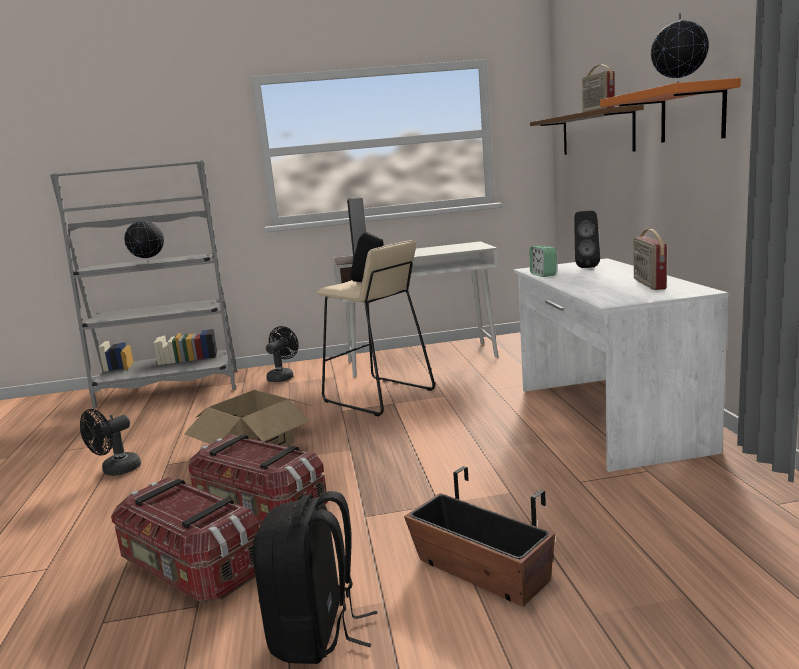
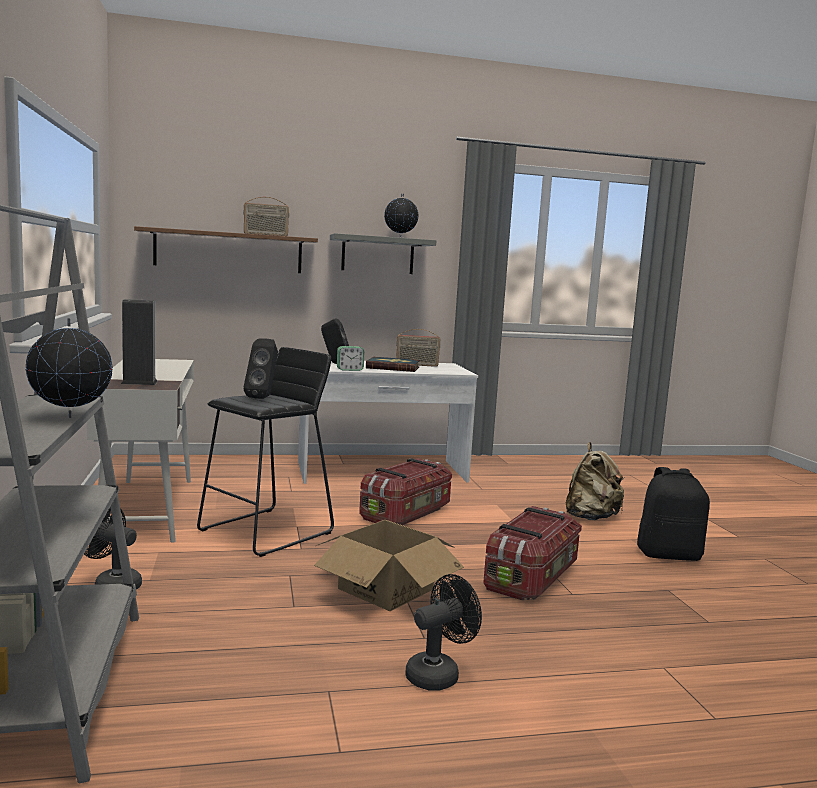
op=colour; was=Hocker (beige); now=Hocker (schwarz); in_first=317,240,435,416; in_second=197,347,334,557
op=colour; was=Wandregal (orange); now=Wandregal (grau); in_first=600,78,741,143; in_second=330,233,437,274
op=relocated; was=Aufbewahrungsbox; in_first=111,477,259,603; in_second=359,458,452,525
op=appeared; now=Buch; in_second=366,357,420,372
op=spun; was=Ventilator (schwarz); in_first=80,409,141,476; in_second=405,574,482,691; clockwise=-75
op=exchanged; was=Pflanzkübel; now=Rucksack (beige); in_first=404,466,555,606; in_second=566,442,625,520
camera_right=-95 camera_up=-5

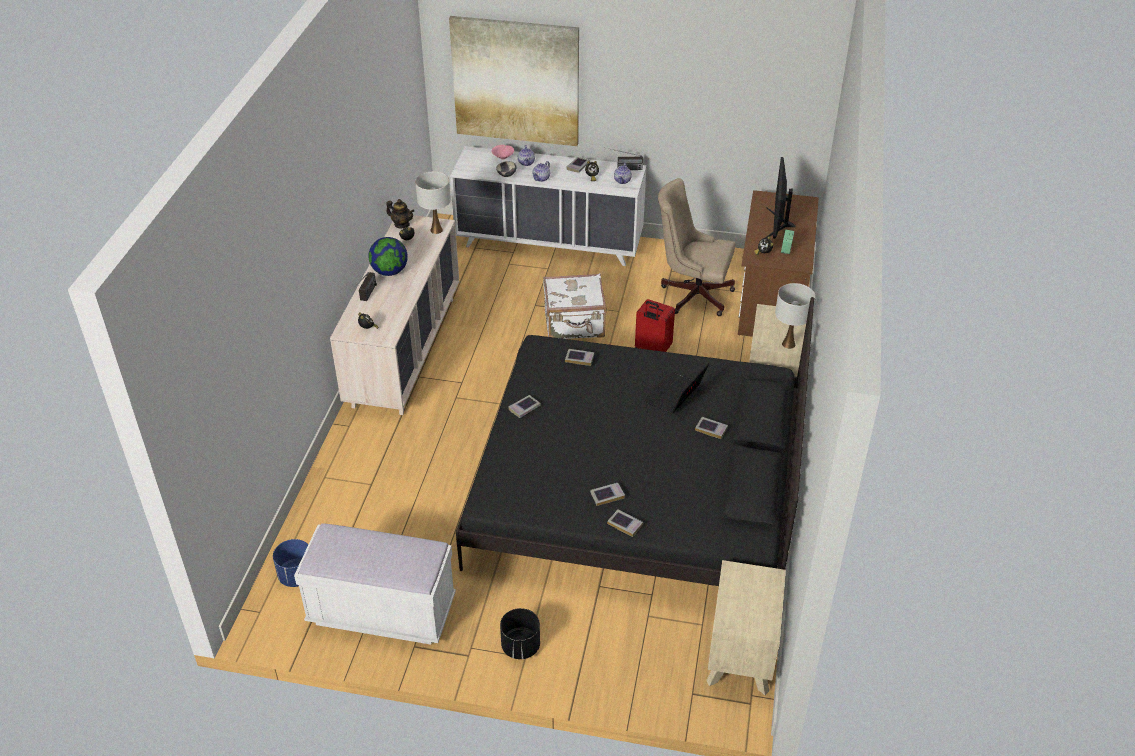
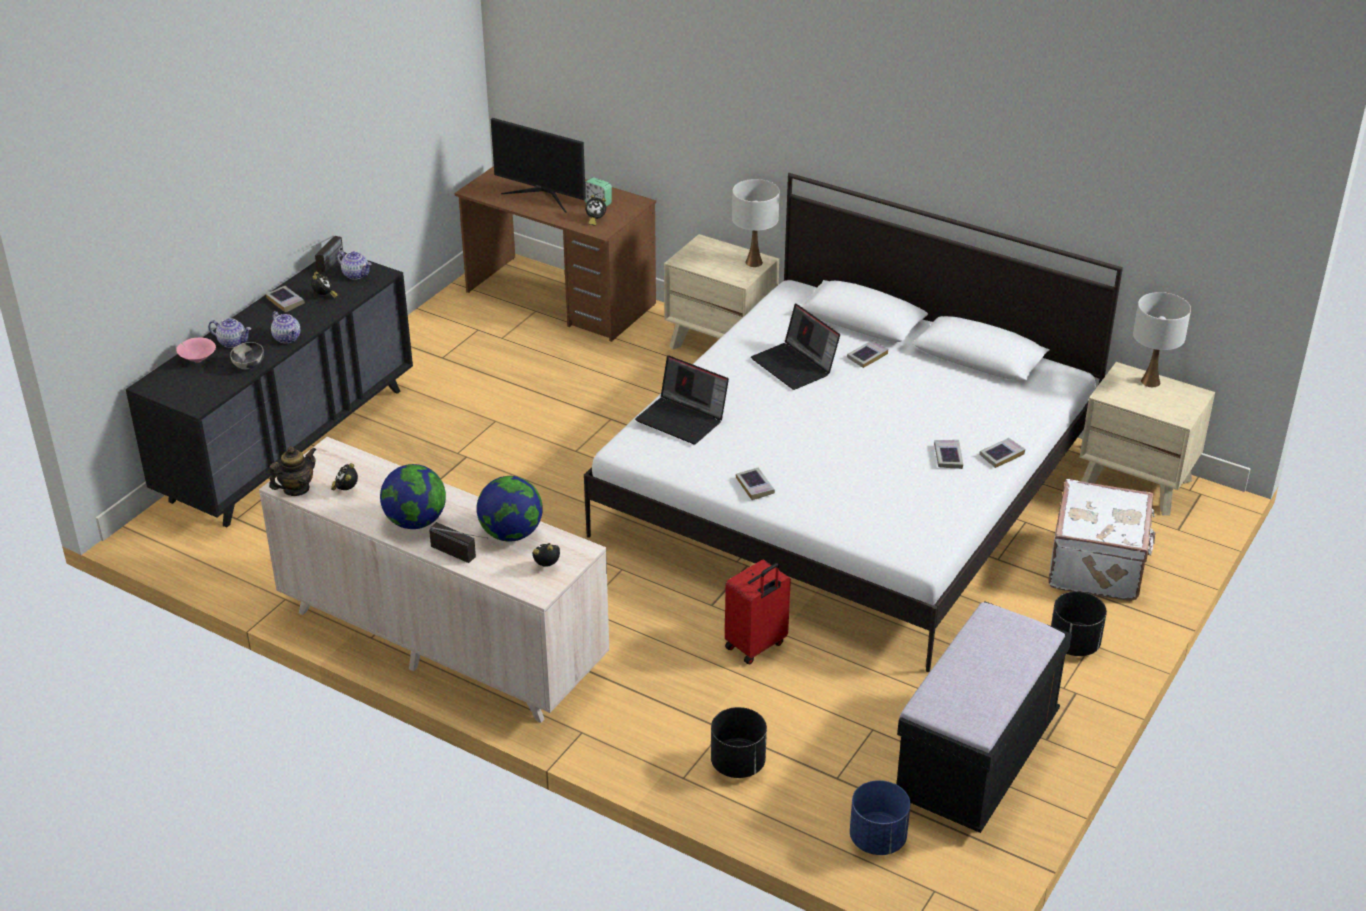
op=colour; was=Kommode (weiß); now=Kommode (schwarz); in_first=450,146,646,266; in_second=126,252,413,528
op=appeared; now=Globus; in_second=477,476,543,541
op=colour; was=Bett (schwarz); now=Bett (weiß); in_first=456,297,814,586; in_second=584,173,1123,672
op=exchanged; was=Buch; now=Laptop; in_first=565,349,594,366; in_second=635,355,729,444
op=appeared; now=Pflanzkübel (schwarz); in_second=711,707,767,778
op=relocated; was=Koffer (rot); in_first=635,299,675,352; in_second=725,560,791,664
op=colour; was=Bank (weiß); now=Bank (schwarz); in_first=294,523,456,645; in_second=896,601,1072,833
op=relocated; was=Koffer (weiß); in_first=543,273,606,339; in_second=1048,479,1155,601
op=relocated; was=Tischlampe (weiß); in_first=415,171,451,234; in_second=1133,292,1191,387
op=missing; was=Bild; in_first=449,16,579,146
op=missing; was=Bürostuhl (beige); in_first=658,178,735,316
camera_right=-70 camera_up=-5

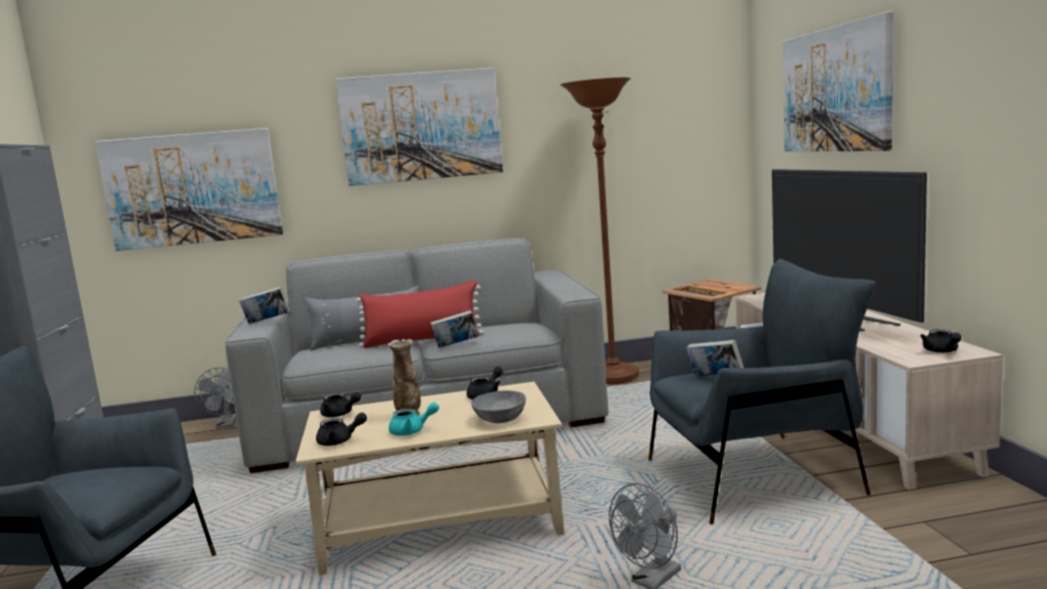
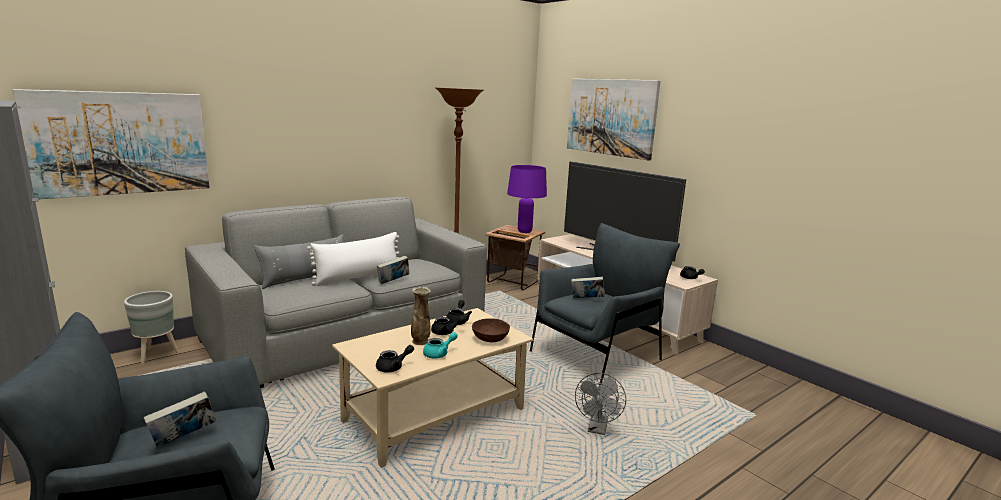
op=exchanged; was=Ventilator (grau); now=Pflanzkübel (grau); in_first=194,368,237,428; in_second=124,291,179,364
op=relocated; was=Buch; in_first=239,287,290,324; in_second=144,391,216,448
op=colour; was=Kissen (rot); now=Kissen (weiß); in_first=356,281,484,348; in_second=307,232,399,286
op=relocated; was=Teekanne (schwarz); in_first=320,392,361,417; in_second=431,316,466,335
op=colour; was=Schüssel (grau); now=Schüssel (braun); in_first=471,390,526,423; in_second=472,318,510,342
op=appeared; now=Tischlampe (lila); in_second=507,165,547,233
op=missing; was=Bild; in_first=336,68,503,186
camera_right=-30 camera_up=5

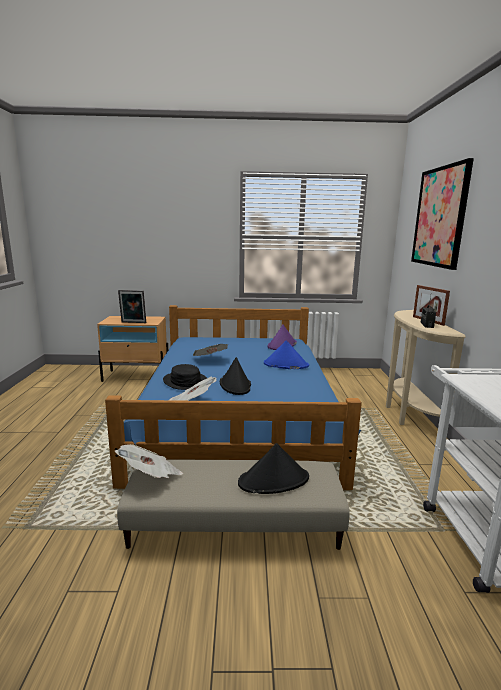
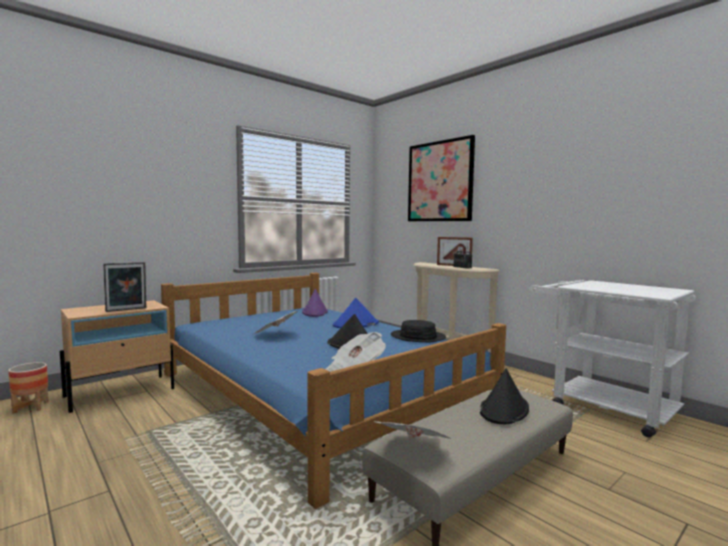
op=appeared; now=Pflanzkübel; in_second=8,362,49,414
op=relocated; was=Hut (schwarz); in_first=163,364,207,390; in_second=391,320,446,342
camera_right=-40 camera_up=-10

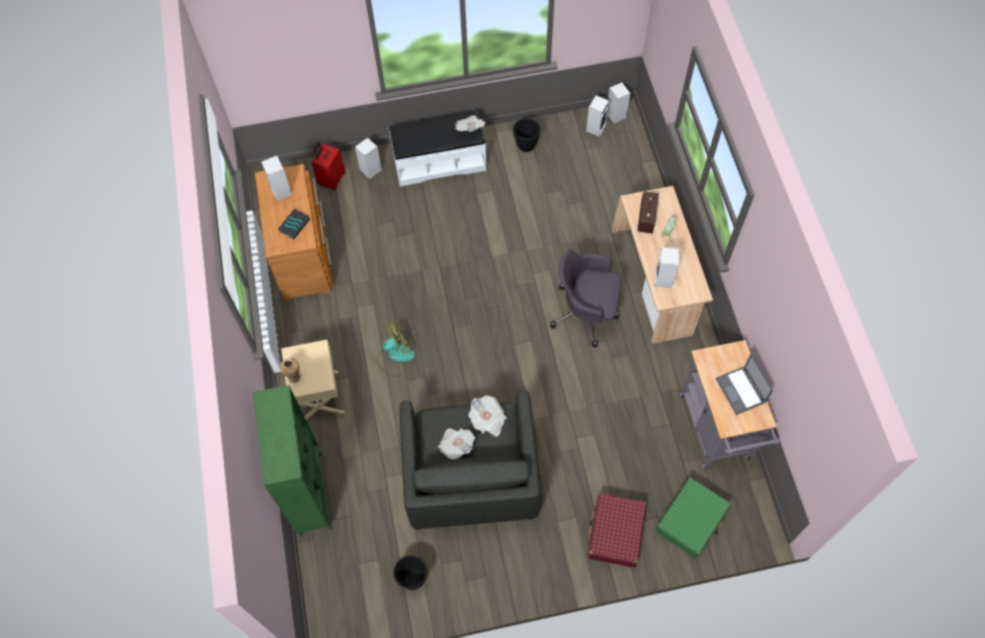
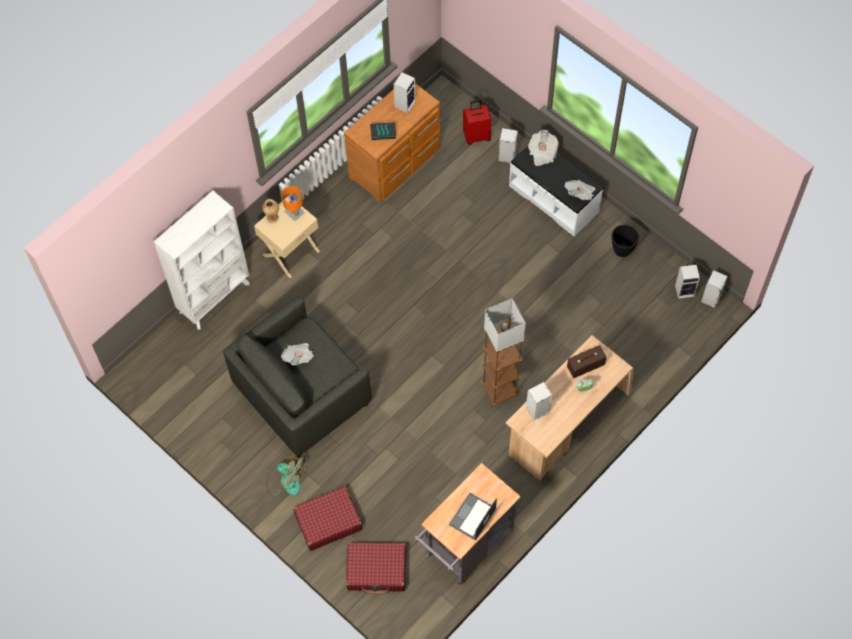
op=colour; was=Bücherregal (grün); now=Bücherregal (weiß); in_first=253,385,333,536; in_second=154,190,250,330
op=relocated; was=Ventilator; in_first=376,323,415,377; in_second=266,455,305,496
op=appeared; now=Tischlampe (orange); in_second=281,186,305,221
op=colour; was=Koffer (grün); now=Koffer (rot); in_first=656,477,731,558; in_second=346,542,406,594
op=exchanged; was=Bürostuhl (grau); now=Stehlampe (braun); in_first=550,249,621,347; in_second=481,299,526,406
op=relocated; was=Zeitung; in_first=469,396,507,437; in_second=528,130,559,166
op=missing; was=Pflanzkübel (schwarz); in_first=393,555,427,590
camera_right=55 camera_up=0

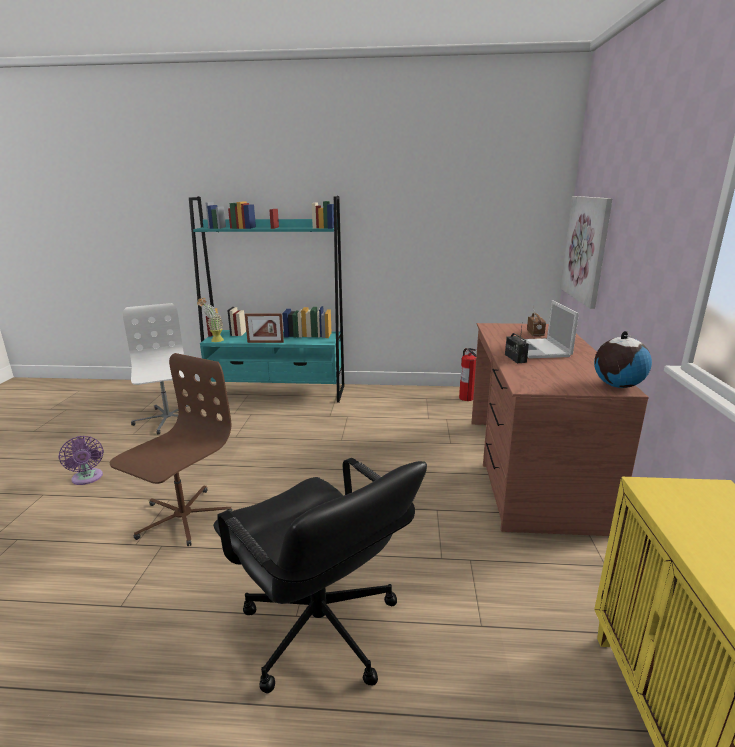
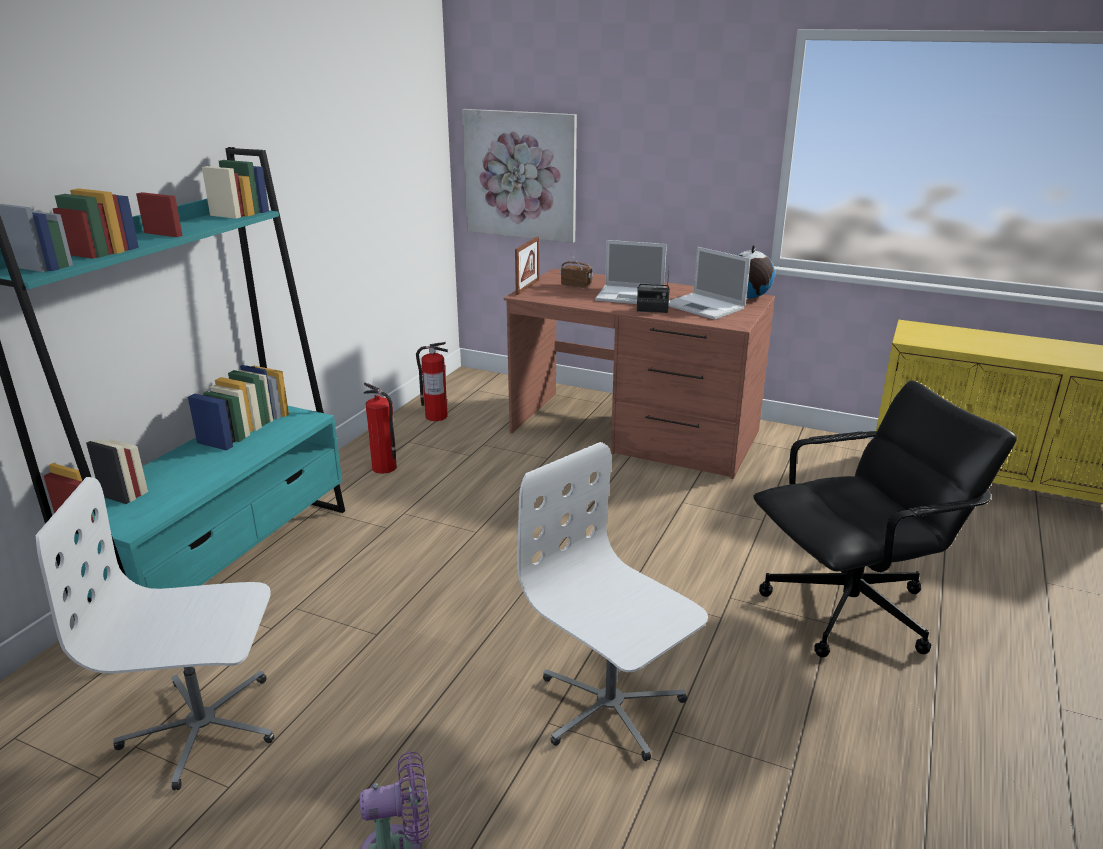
op=appeared; now=Feuerlöscher; in_second=364,382,397,474
op=relocated; was=Bilderrahmen; in_first=245,313,284,343; in_second=515,236,539,295
op=colour; was=Bürostuhl (braun); now=Bürostuhl (weiß); in_first=110,353,232,546; in_second=517,442,708,761
op=appeared; now=Laptop; in_second=669,247,751,320
op=missing; was=Topfpflanze; in_first=197,298,224,342
camera_right=-70 camera_up=5

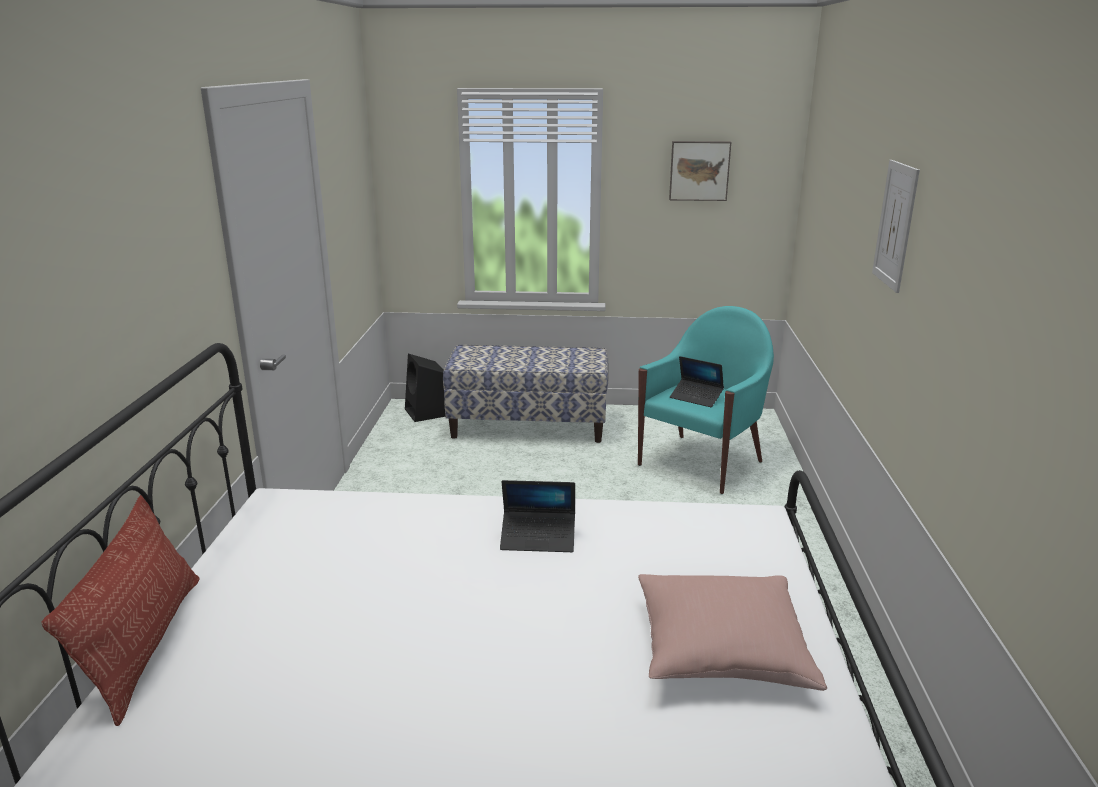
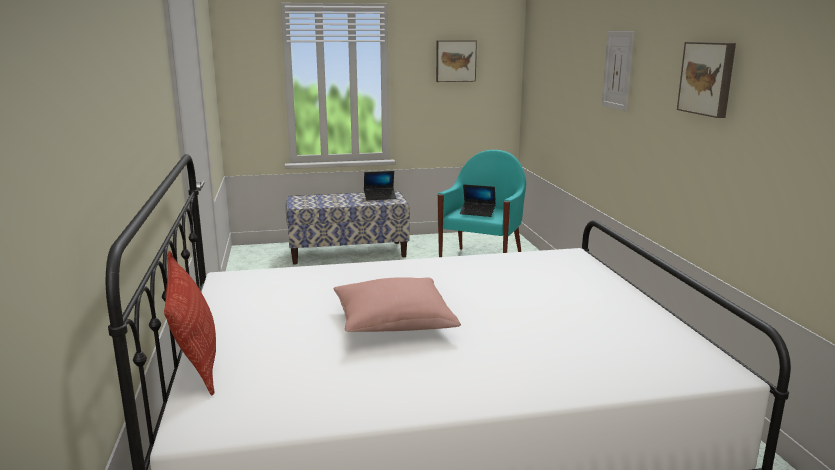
op=relocated; was=Kissen (rosa); in_first=638,574,827,691; in_second=334,277,461,332
op=relocated; was=Laptop; in_first=500,480,575,552; in_second=364,171,396,200
op=appeared; now=Bild; in_second=677,42,736,118
op=missing; was=Lautsprecher (schwarz); in_first=405,353,445,422
camera_right=-15 camera_up=-5

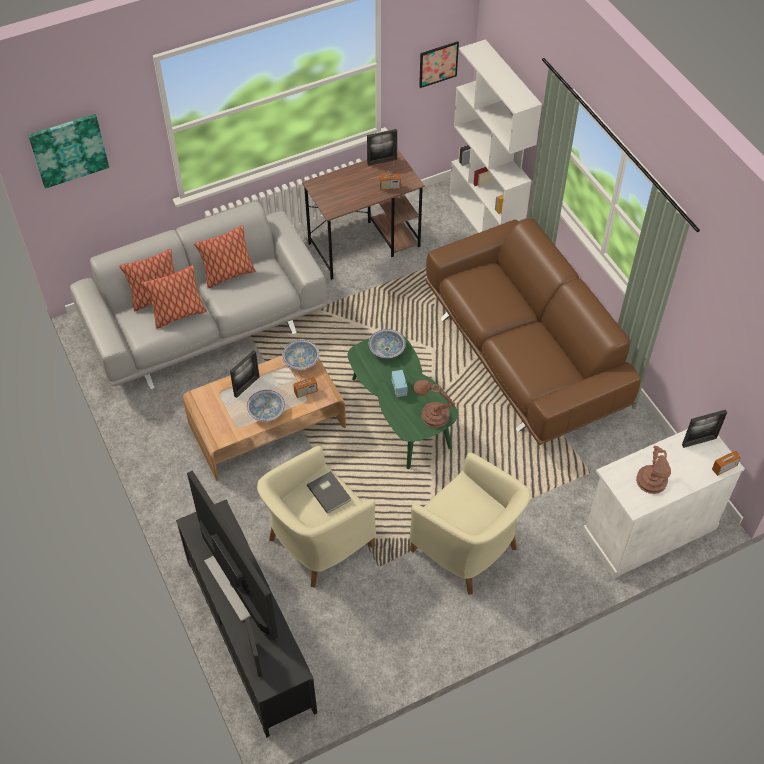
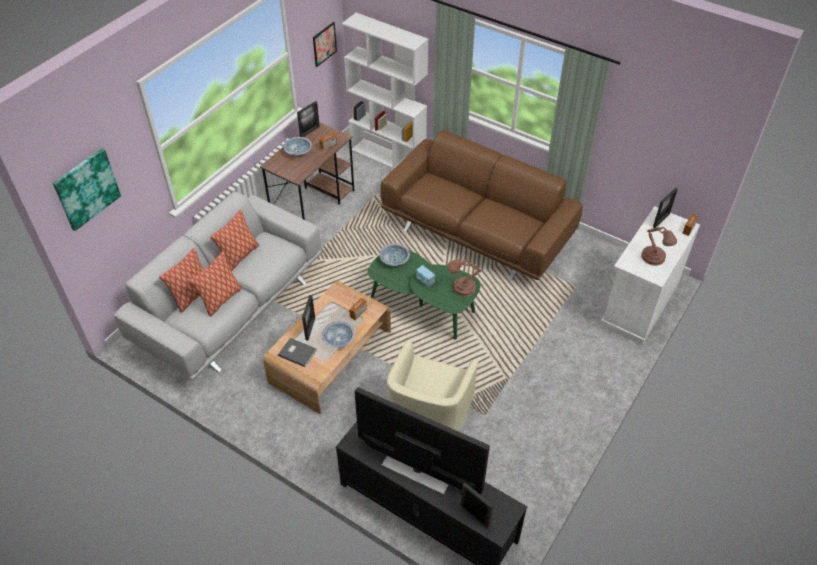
op=relocated; was=Buch (grau); in_first=307,471,351,514; in_second=278,338,317,367
op=relocated; was=Schüssel; in_first=282,340,320,370; in_second=283,137,312,156
op=missing; was=Sessel (beige); in_first=409,453,530,595
camera_right=-30 camera_up=-5

